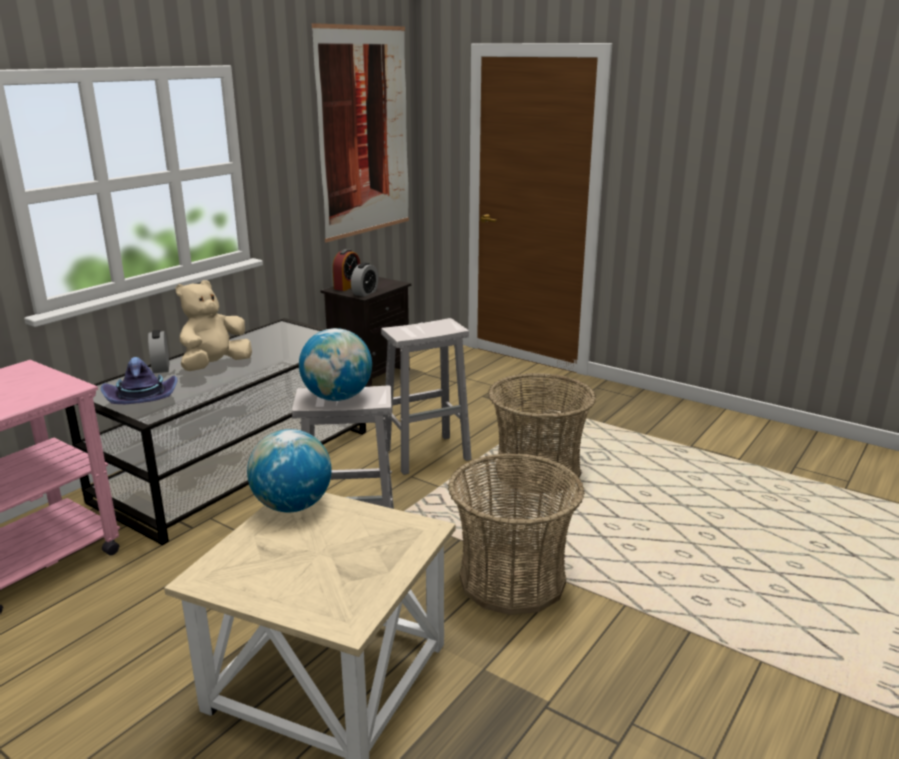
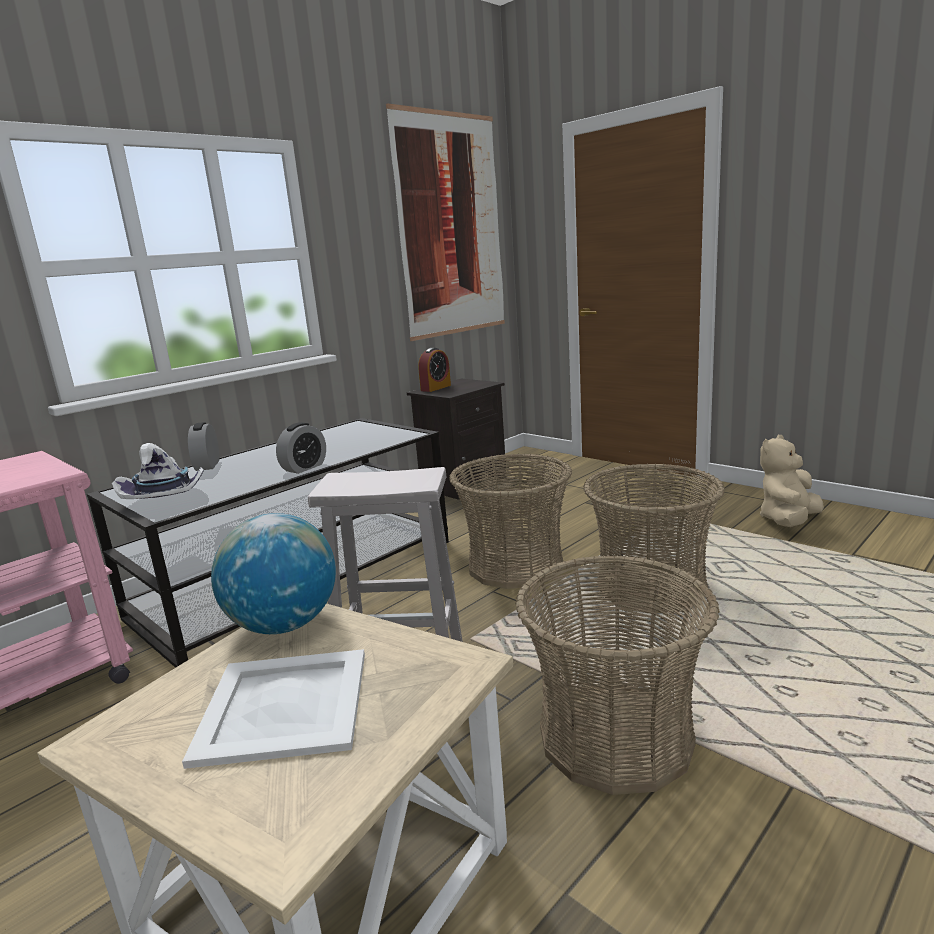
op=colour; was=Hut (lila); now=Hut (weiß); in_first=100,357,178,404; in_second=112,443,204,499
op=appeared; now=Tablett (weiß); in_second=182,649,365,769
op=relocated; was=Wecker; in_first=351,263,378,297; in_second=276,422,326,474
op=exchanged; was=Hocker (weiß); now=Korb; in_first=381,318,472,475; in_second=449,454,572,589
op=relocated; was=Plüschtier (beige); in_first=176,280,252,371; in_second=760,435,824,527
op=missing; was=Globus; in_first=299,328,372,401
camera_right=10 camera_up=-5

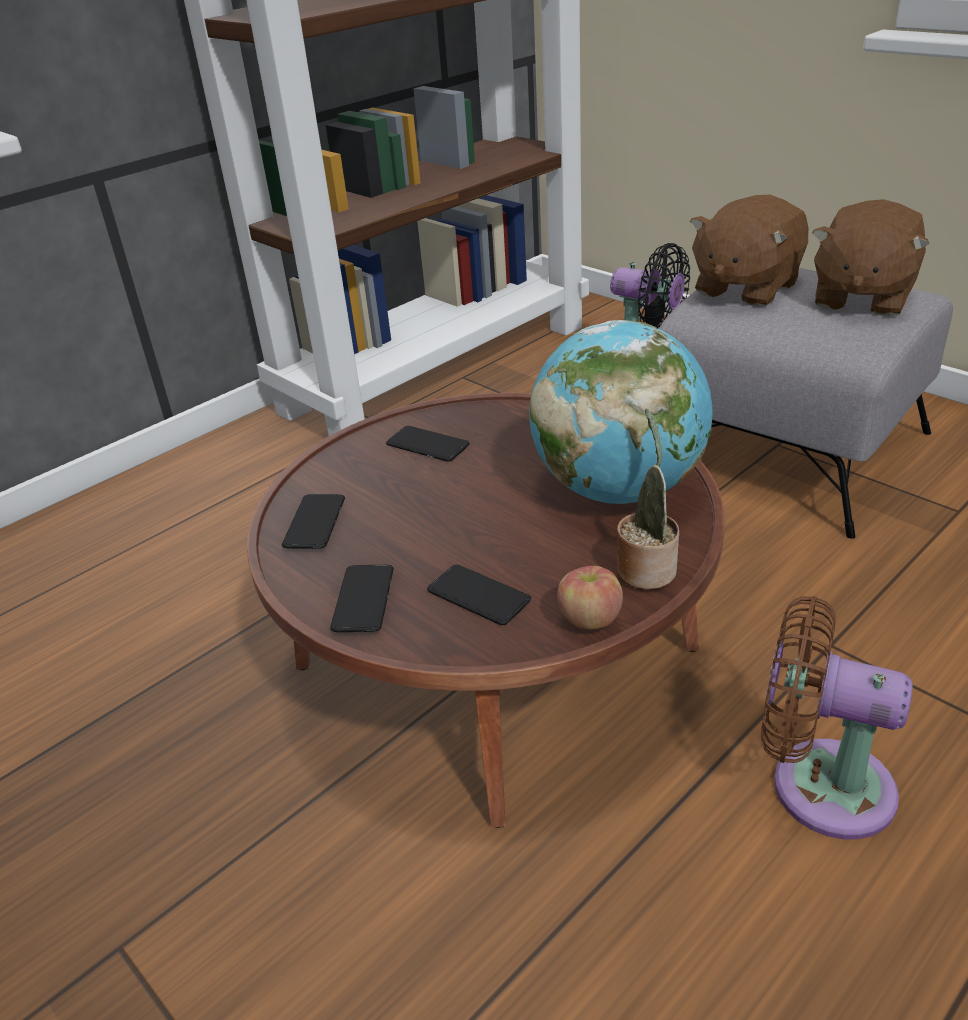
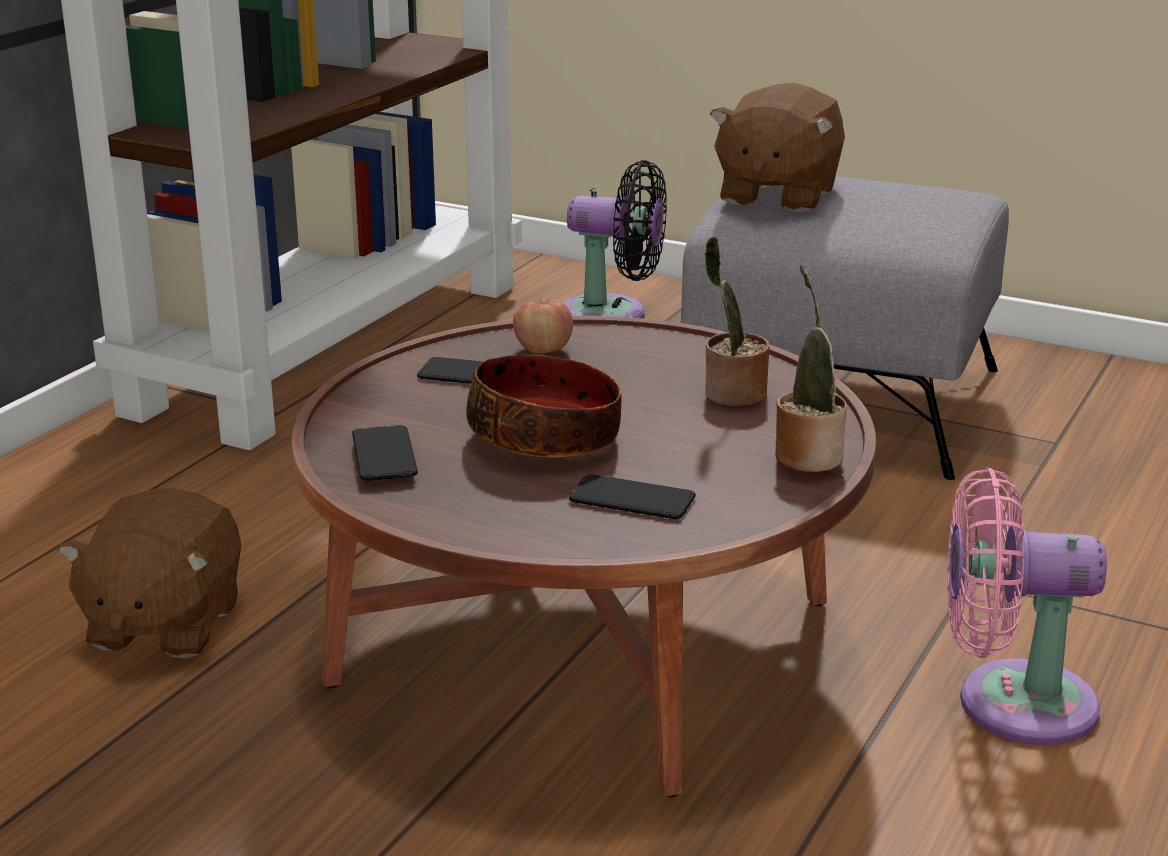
op=relocated; was=Plüschtier (braun); in_first=812,199,929,316; in_second=57,488,241,658
op=appeared; now=Schüssel; in_second=466,355,622,458
op=relocated; was=Apfel; in_first=557,566,623,630; in_second=513,298,573,353
op=exchanged; was=Globus; now=Topfpflanze; in_first=529,320,712,504; in_second=705,237,770,407
op=colour; was=Ventilator (braun); now=Ventilator (rosa); in_first=761,596,913,839; in_second=947,468,1107,745
op=missing; was=Handy; in_first=330,565,394,632
camera_right=-20 camera_up=-10

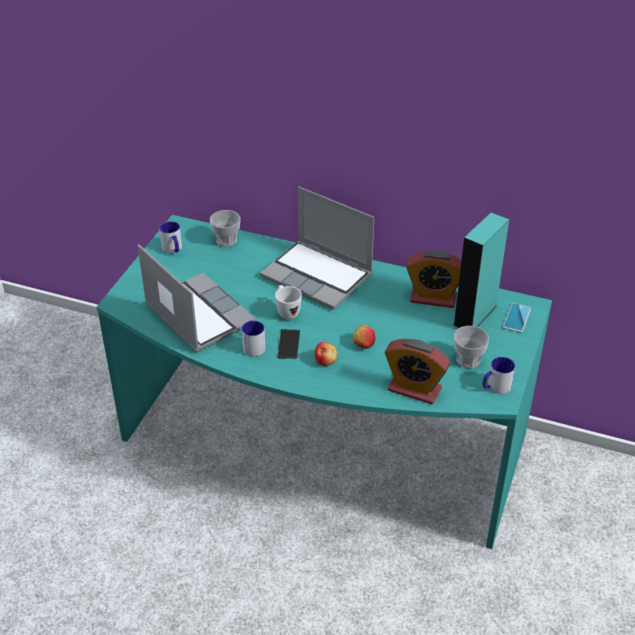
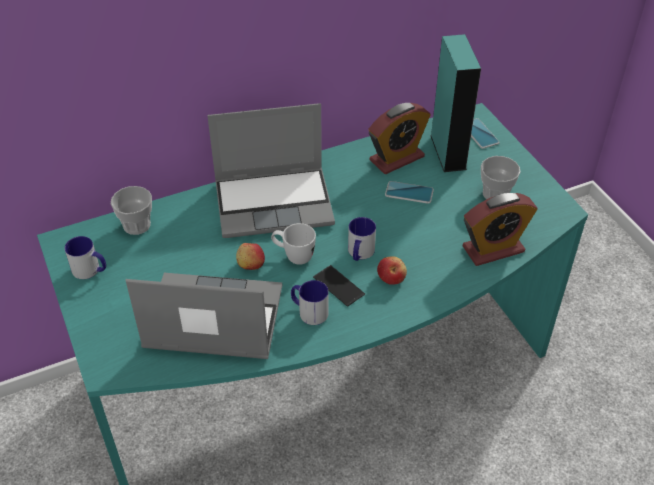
op=relocated; was=Apfel; in_first=353,325,375,349; in_second=236,243,265,270
op=relocated; was=Henkelbecher; in_first=483,357,515,394; in_second=348,217,376,261
op=appeared; now=Handy; in_second=385,181,434,204
camera_right=-45 camera_up=5

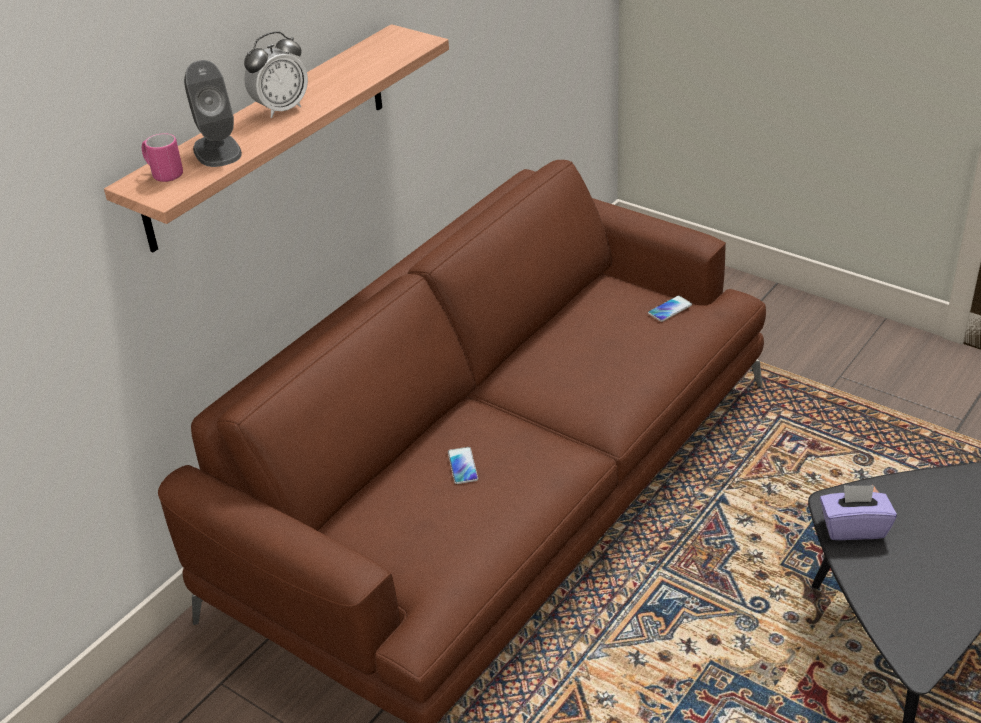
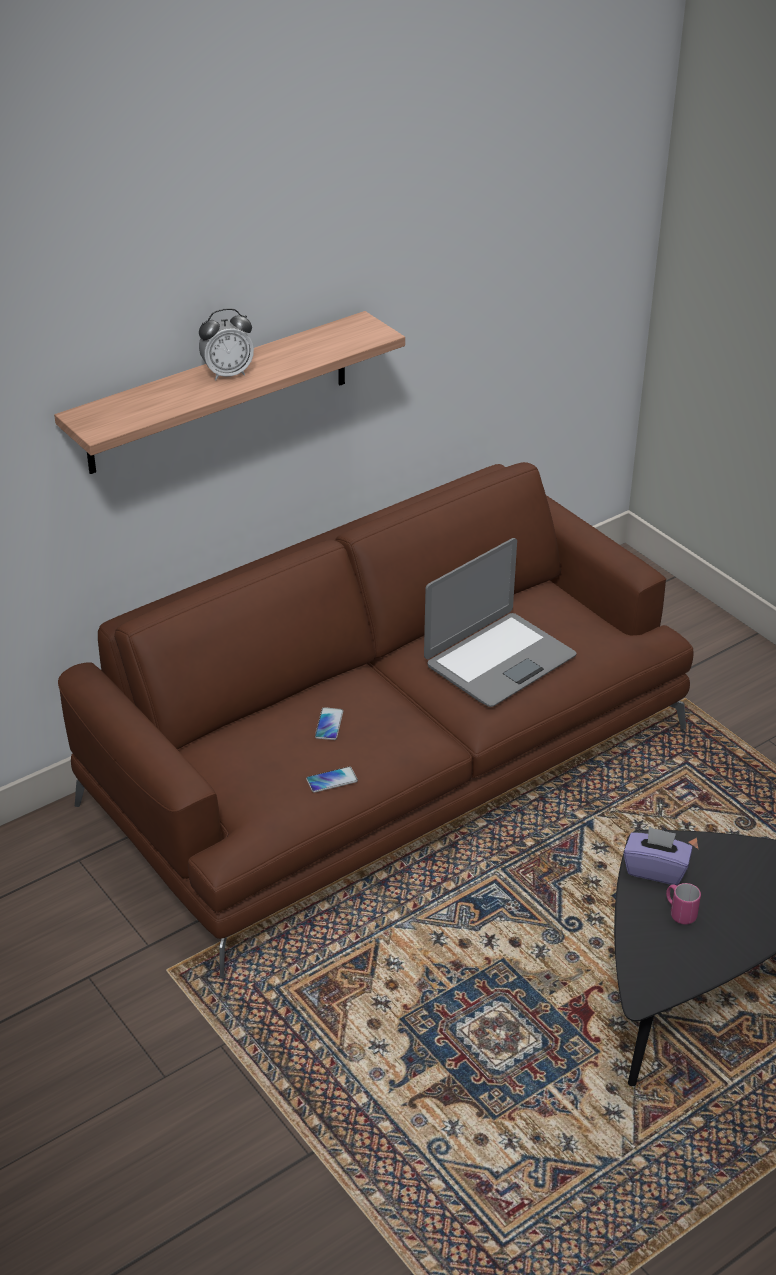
op=relocated; was=Handy; in_first=648,295,692,322; in_second=306,767,358,793
op=appeared; now=Laptop; in_second=424,538,576,707
op=relocated; was=Henkelbecher (rosa); in_first=142,133,183,182; in_second=666,883,701,925
op=missing; was=Lautsprecher (grau); in_first=184,60,242,167
camera_right=15 camera_up=0

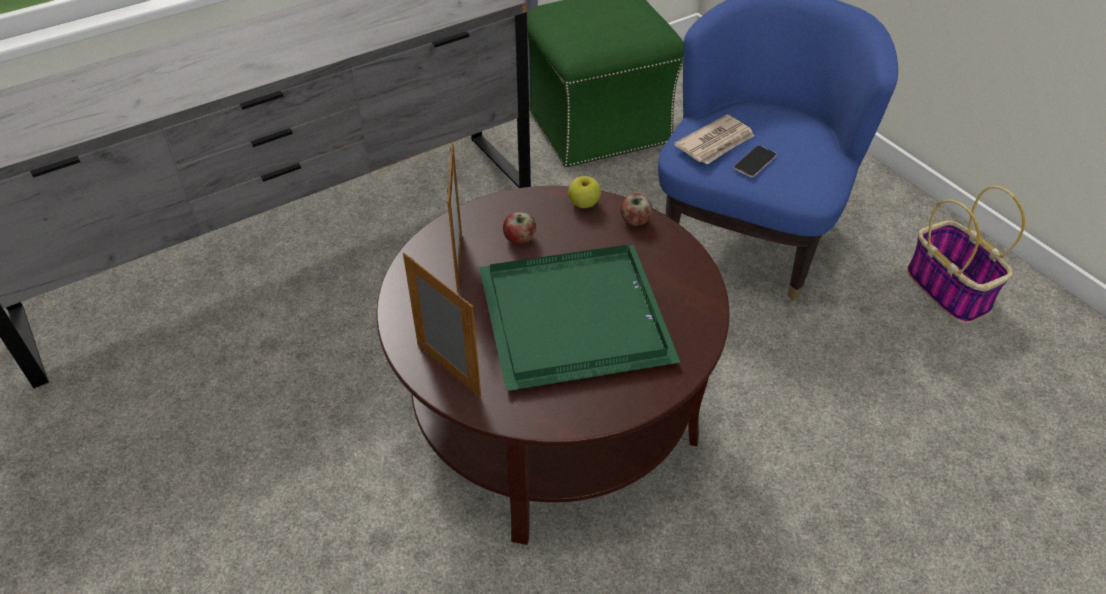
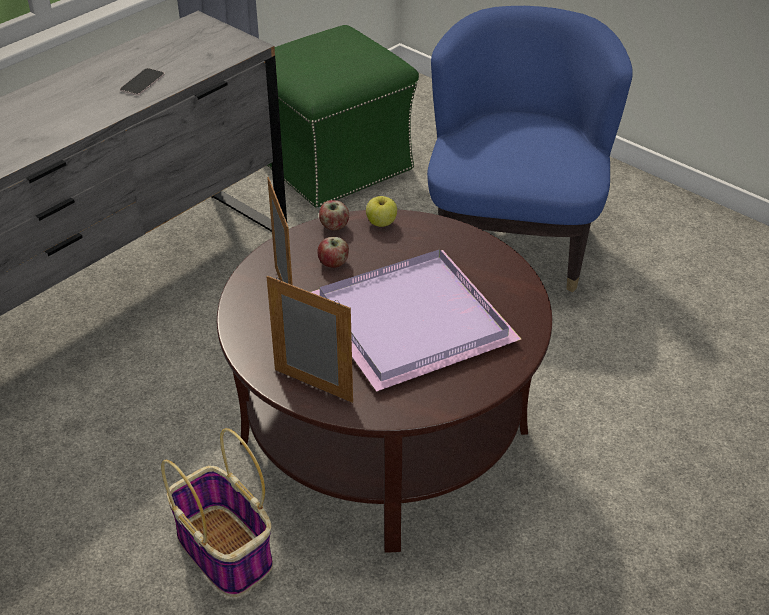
op=relocated; was=Handy; in_first=734,146,777,177; in_second=120,68,165,95
op=relocated; was=Korb; in_first=907,186,1025,324; in_second=161,428,273,597
op=colour; was=Tablett (grün); now=Tablett (lila); in_first=479,245,680,391; in_second=311,249,521,392
op=relocated; was=Apfel; in_first=620,193,652,226; in_second=319,200,349,230
op=missing; was=Zeitung; in_first=674,114,755,164
camera_right=-15 camera_up=-5

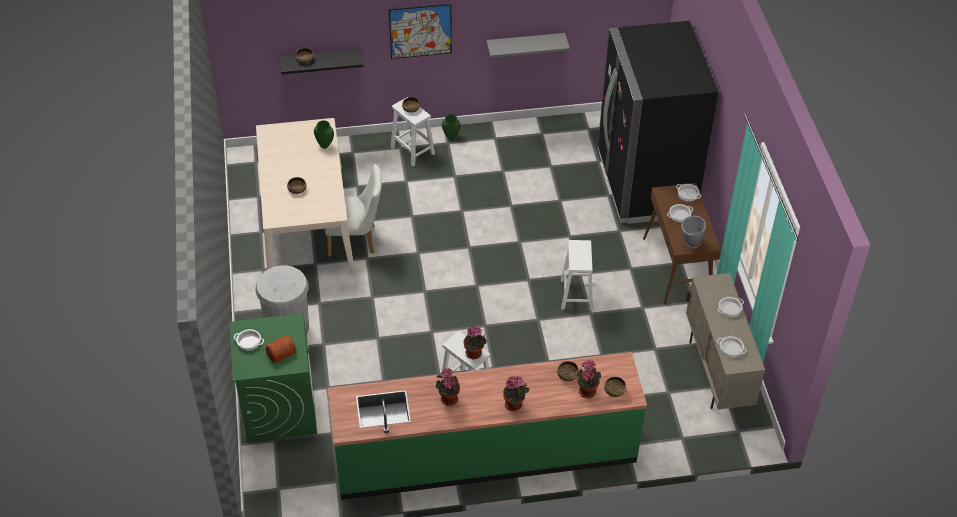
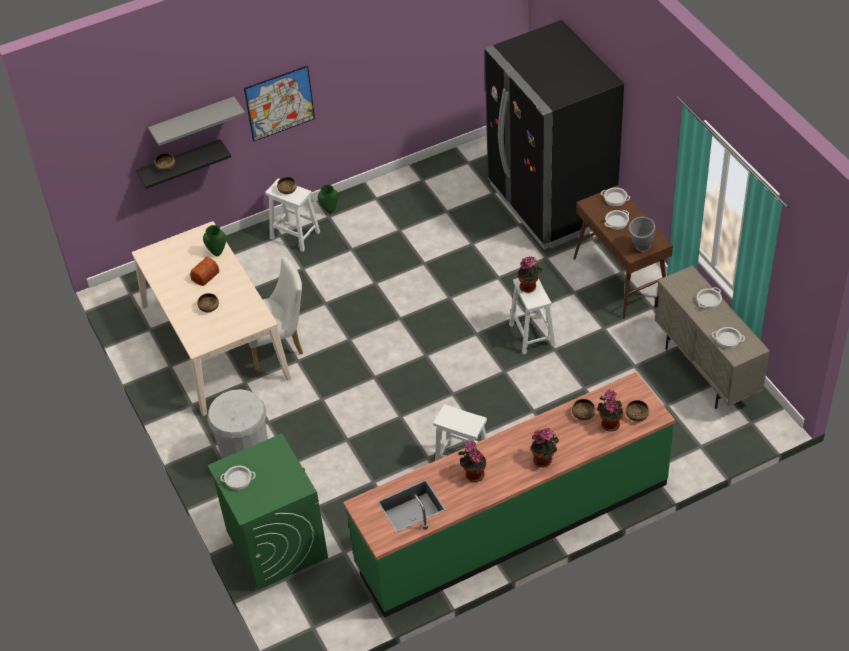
op=relocated; was=Wandregal (grau); in_first=487,33,570,58; in_second=148,96,245,146
op=relocated; was=Brot; in_first=266,335,296,363; in_second=190,257,219,286
op=relocated; was=Topfpflanze; in_first=463,326,487,359; in_second=518,256,542,293
camera_right=-15 camera_up=0

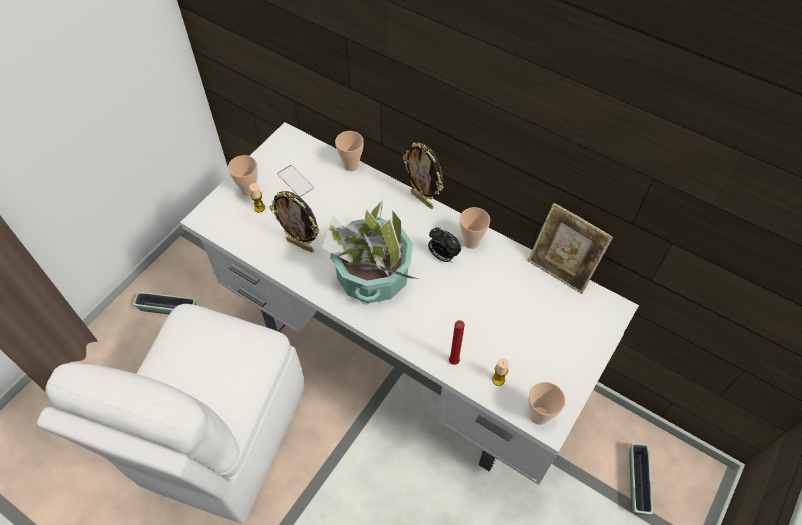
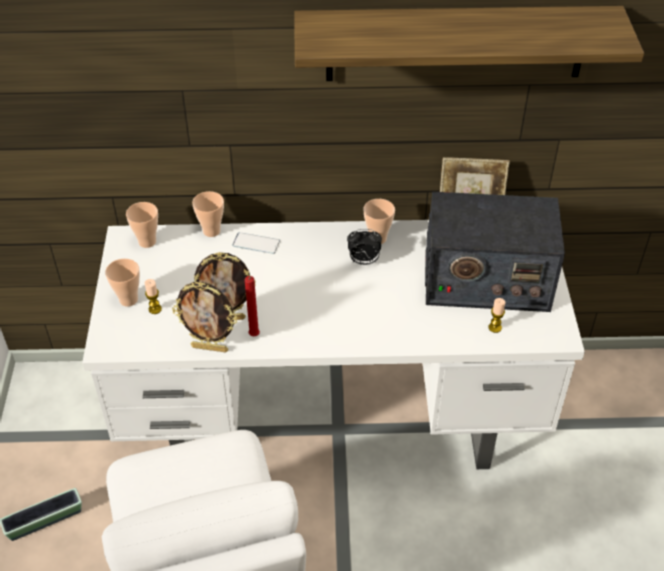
op=relocated; was=Tasse; in_first=528,382,565,425; in_second=126,202,158,248
op=relocated; was=Bilderrahmen; in_first=403,143,444,209; in_second=172,281,238,353
op=relocated; was=Handy; in_first=277,165,314,197; in_second=232,232,280,254
op=relocated; was=Kerze (rot); in_first=449,320,465,365; in_second=245,276,260,337
op=appeared; now=Wandregal; in_second=295,6,644,81
op=appeared; now=Radio; in_second=425,192,565,312
op=missing; was=Topfpflanze; in_first=322,198,418,303
op=missing; was=Pflanzkübel; in_first=629,443,653,515
camera_right=-35 camera_up=-10

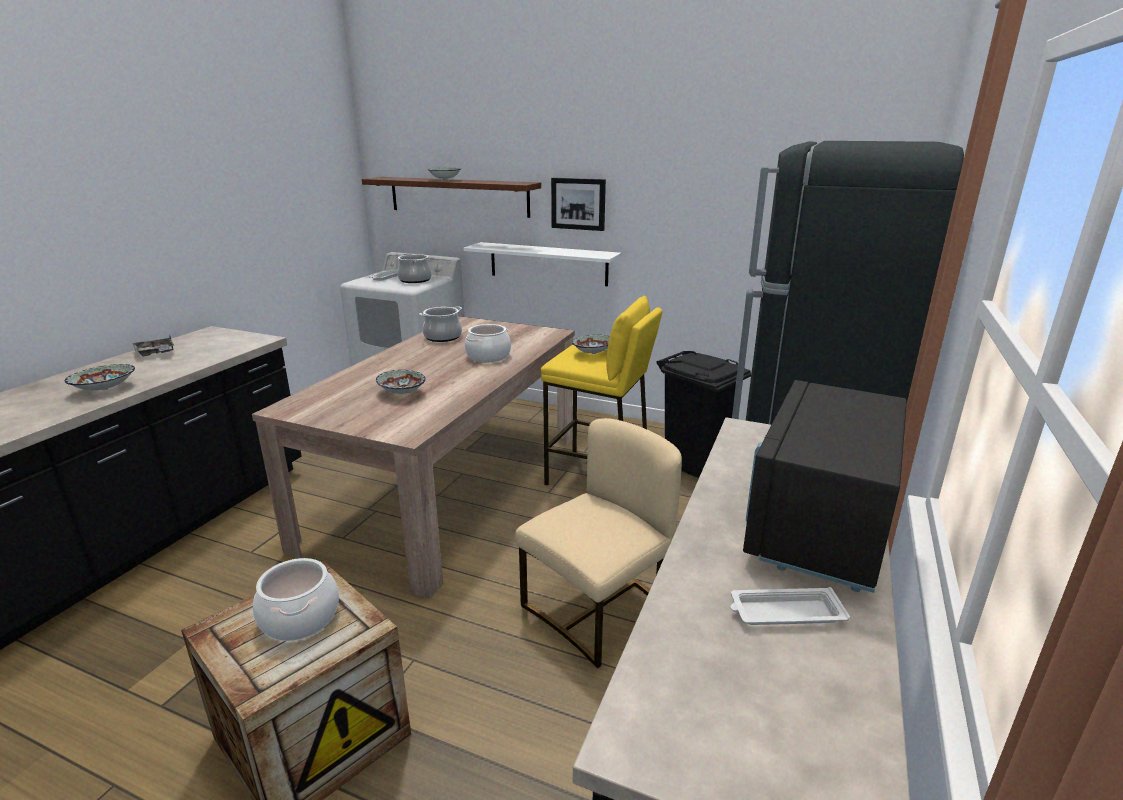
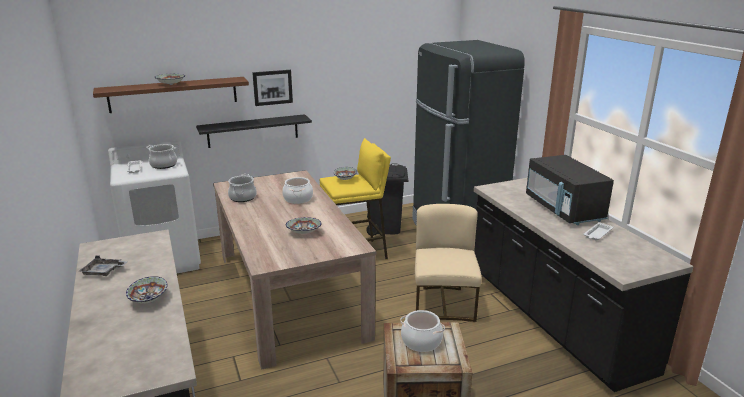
op=colour; was=Wandregal (weiß); now=Wandregal (schwarz); in_first=463,242,621,286; in_second=196,114,312,148
camera_right=-45 camera_up=0

